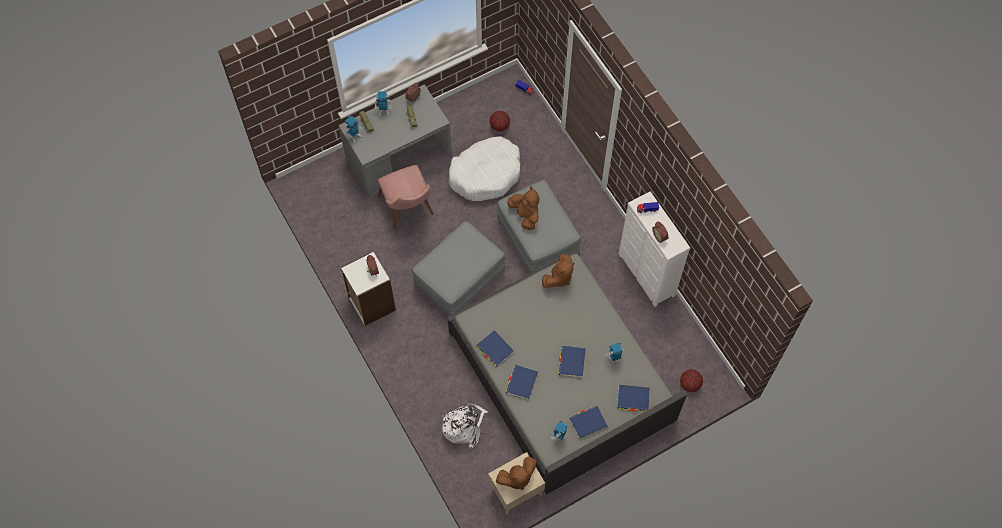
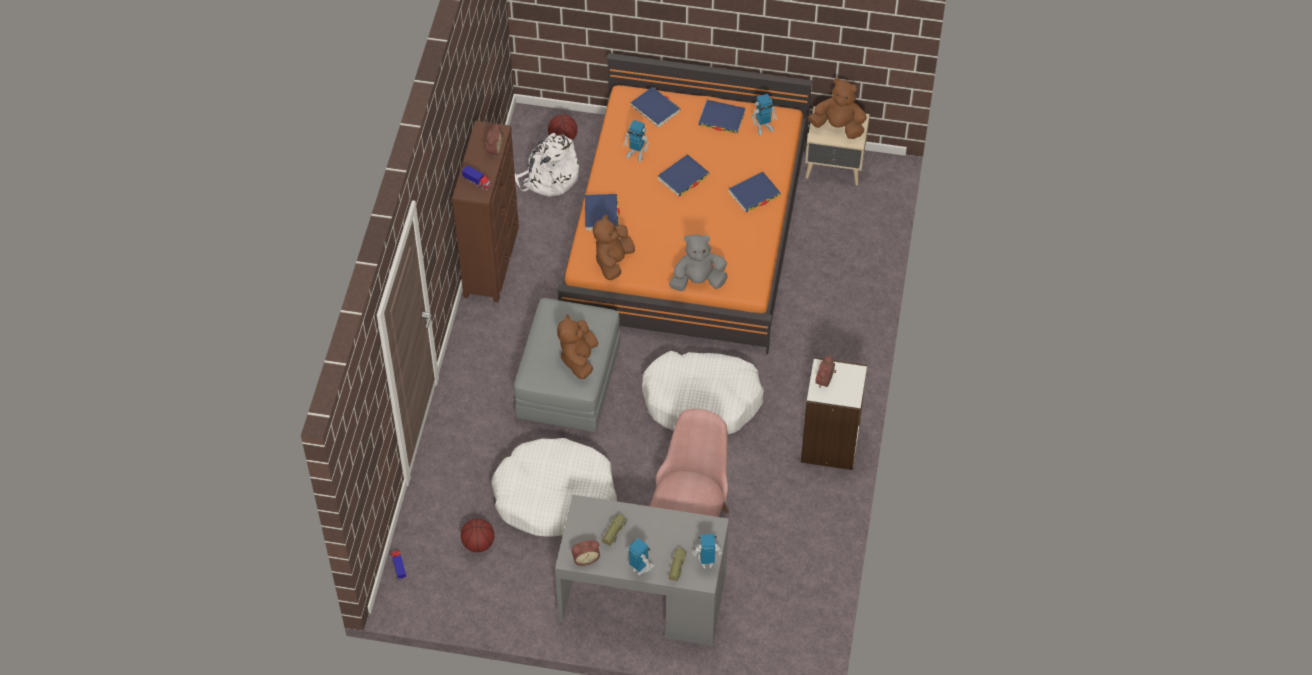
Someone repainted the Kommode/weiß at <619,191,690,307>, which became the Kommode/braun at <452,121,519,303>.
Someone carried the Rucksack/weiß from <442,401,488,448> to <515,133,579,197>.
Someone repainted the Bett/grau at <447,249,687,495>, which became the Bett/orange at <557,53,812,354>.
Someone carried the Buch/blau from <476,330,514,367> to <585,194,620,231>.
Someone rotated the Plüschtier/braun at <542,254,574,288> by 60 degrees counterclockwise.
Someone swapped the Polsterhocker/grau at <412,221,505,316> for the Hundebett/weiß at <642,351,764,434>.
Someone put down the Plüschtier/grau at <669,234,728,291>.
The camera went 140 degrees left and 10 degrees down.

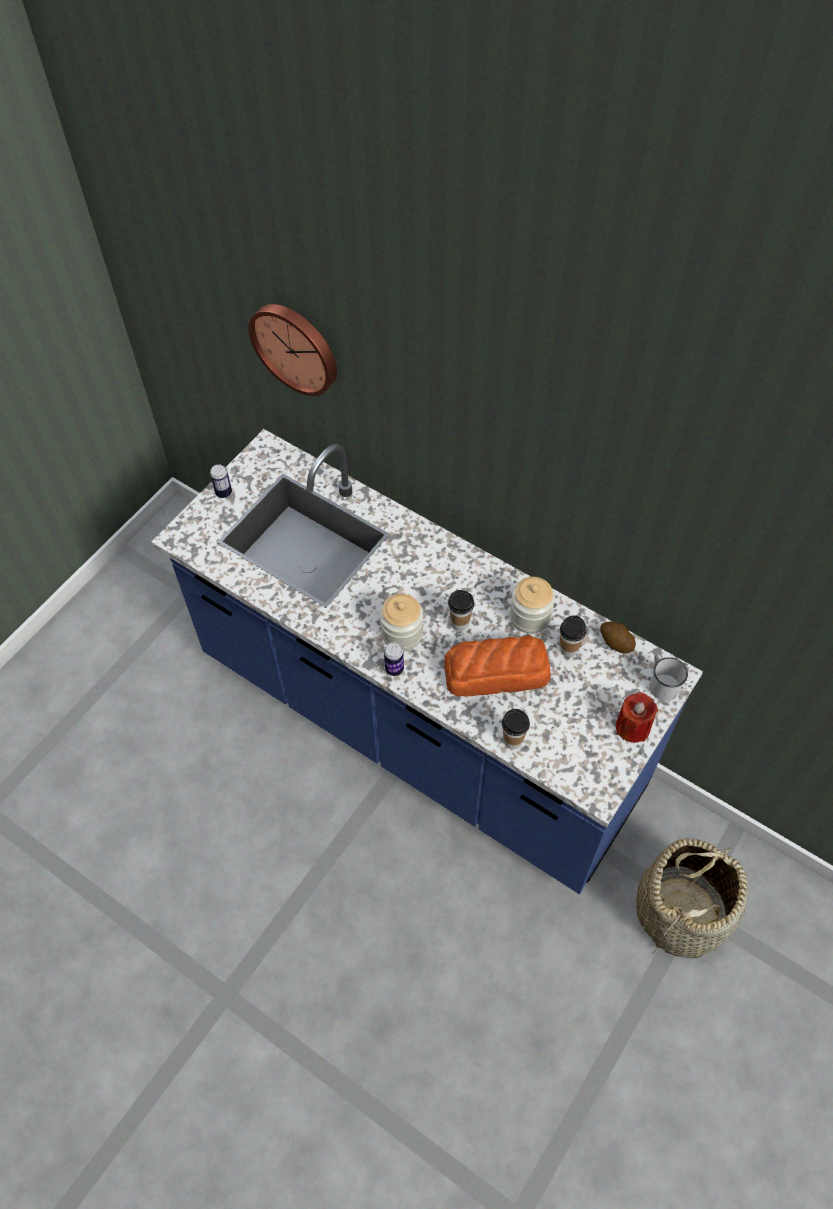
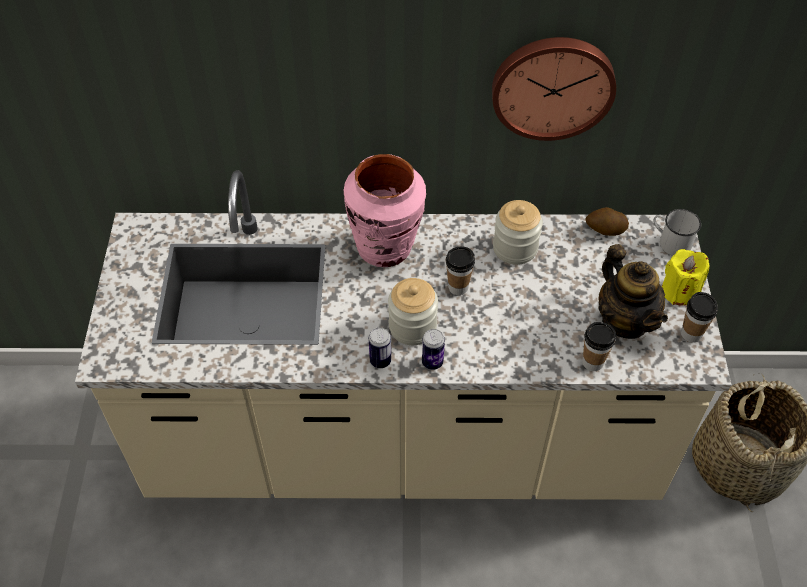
Someone repainted the Küchenzeile/blau at <152,429,703,894>, which became the Küchenzeile/beige at <75,170,732,500>.
Someone put down the Vase/rosa at <344,154,426,267>.
Someone carried the Dose from <210,464,232,498> to <369,327,391,368>.
Someone carried the Wanduhr from <248,304,337,396> to <492,37,616,141>.
Someone put down the Teekanne at <598,244,668,339>.
Someone repainted the Kerze/rot at <616,692,658,743>, which became the Kerze/gelb at <662,249,709,306>.
Someone carried the Tasse from <560,615,586,657> to <681,292,718,343>.
Someone took away the Brot at <444,635,551,696>.
The camera went 35 degrees left and 5 degrees down.

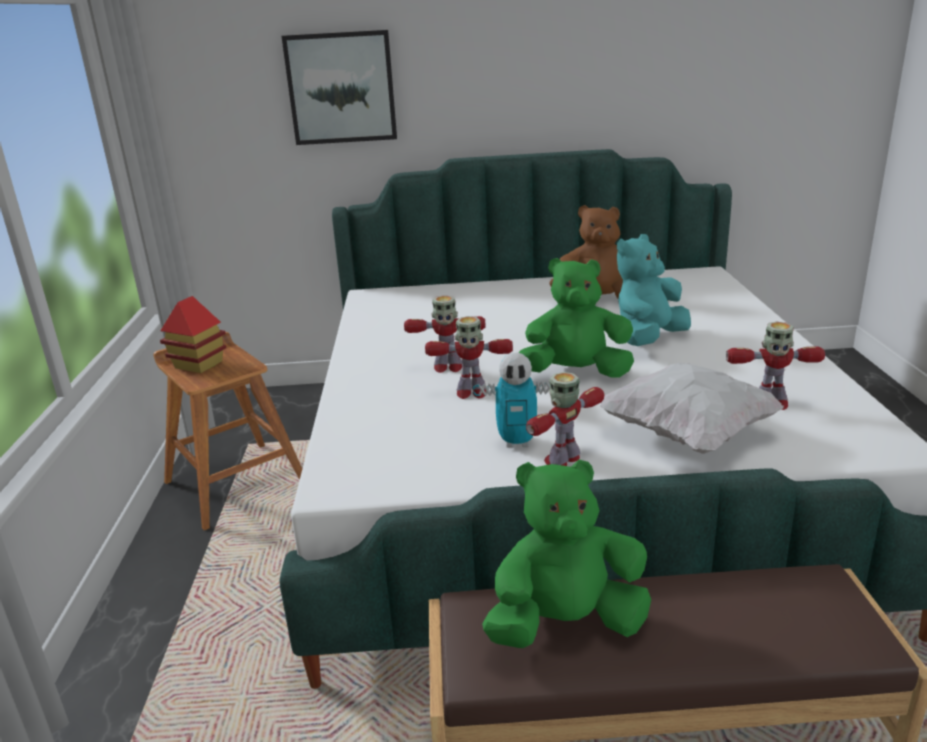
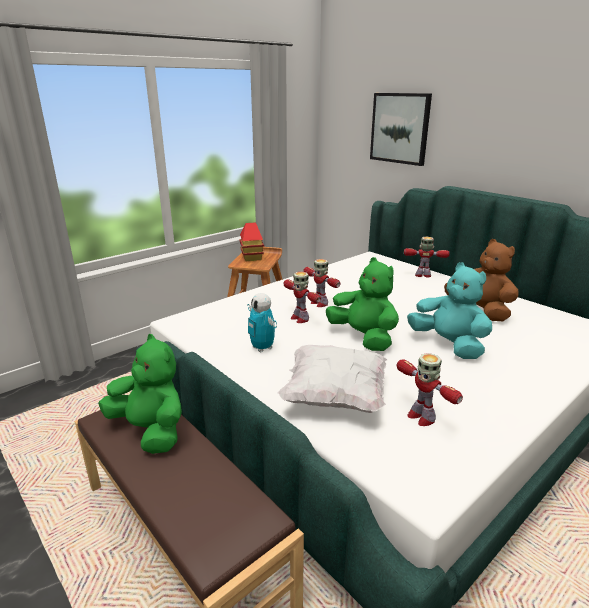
Someone carried the Spielzeugroboter from <526,372,604,466> to <404,237,450,277>.
Someone rotated the Plüschtier/türkis at <617,234,691,346> by 45 degrees clockwise.
The camera went 50 degrees right and 0 degrees up.

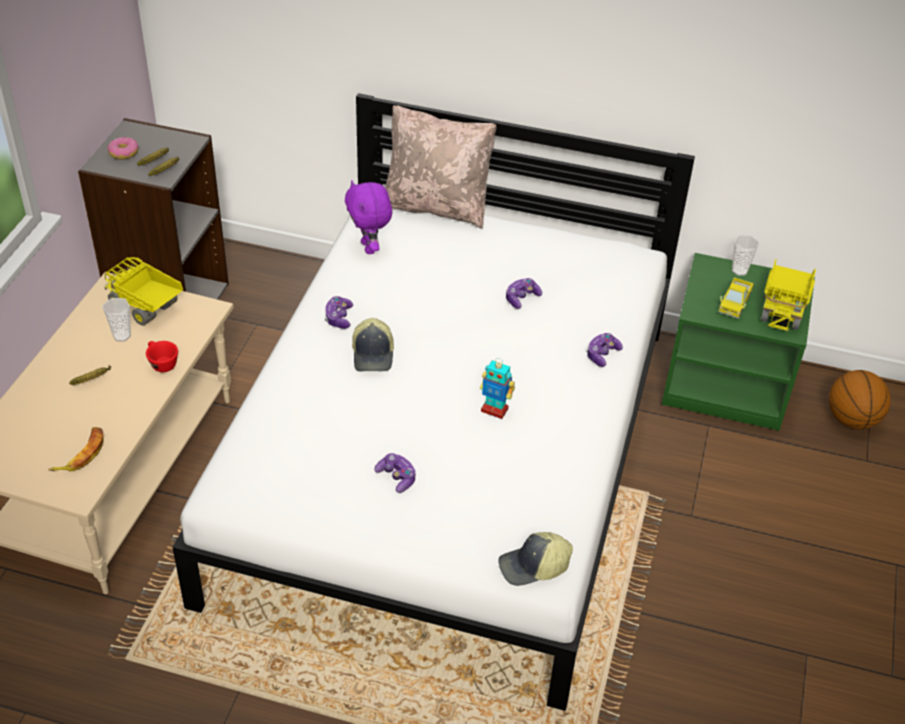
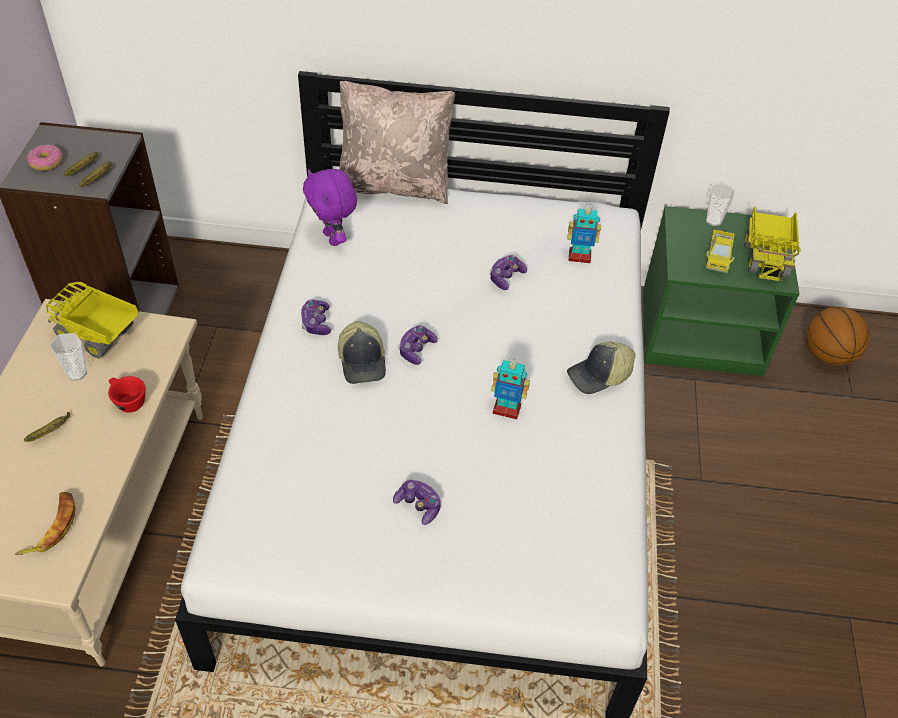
Someone carried the Gamepad from <586,333,623,367> to <398,325,438,365>.
Someone put down the Spielzeugroboter at <567,204,601,263>.
Someone carried the Kappe from <498,532,573,586> to <567,342,635,394>.
The camera went 10 degrees left and 5 degrees up.

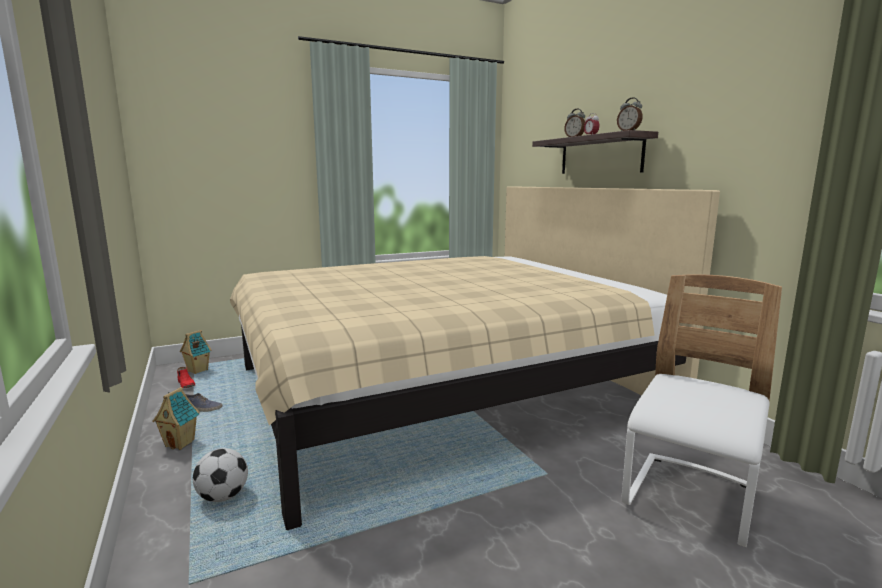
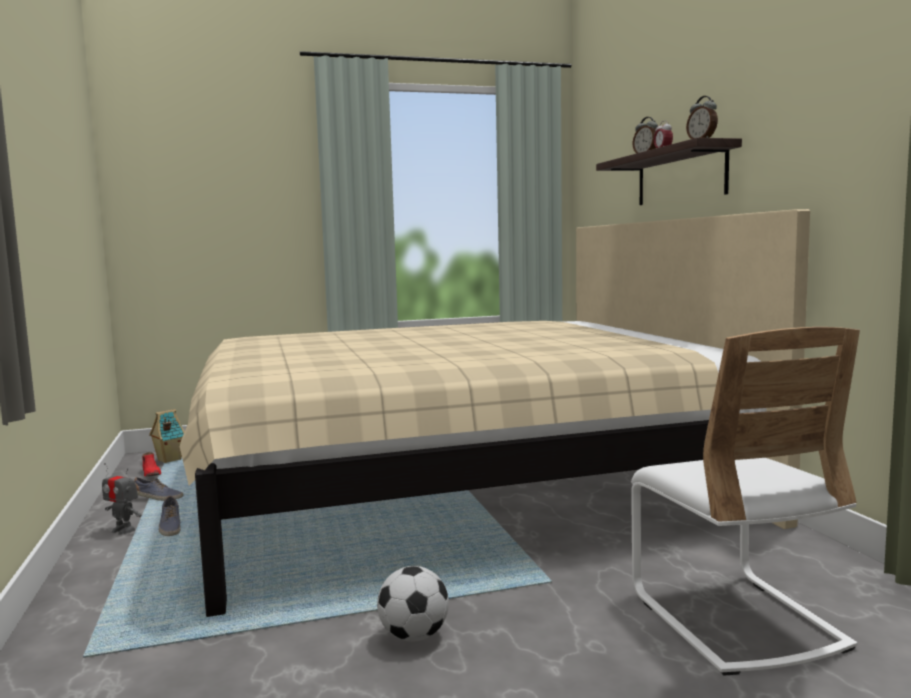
Someone swapped the Spielzeughaus at <152,387,200,450> for the Spielzeugroboter at <102,463,141,534>.
Someone put down the Schuh at <159,496,181,536>.
Someone carried the Fußball from <193,448,248,502> to <377,566,449,642>.
Someone rotated the Stuhl/weiß at <622,274,782,547> by 120 degrees clockwise.
The camera went 10 degrees right and 5 degrees down.

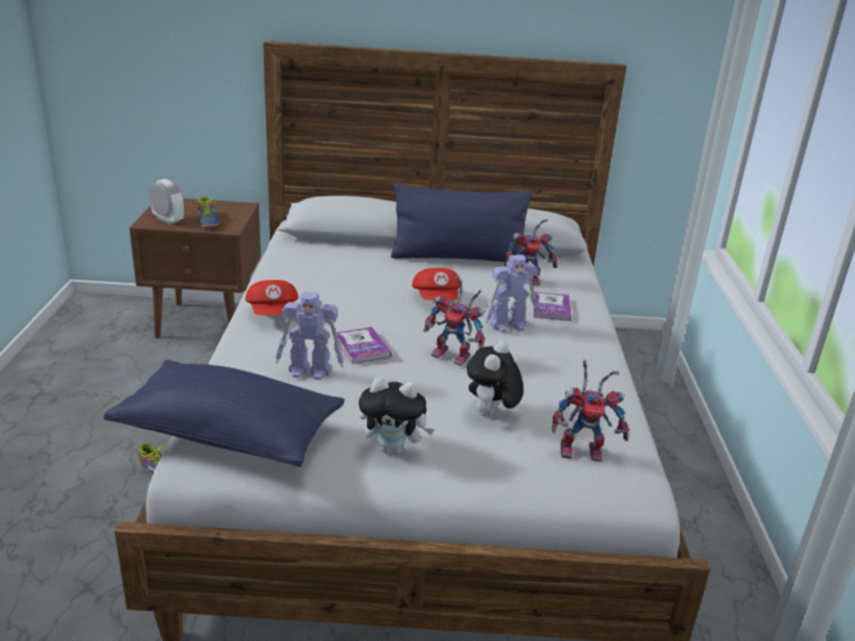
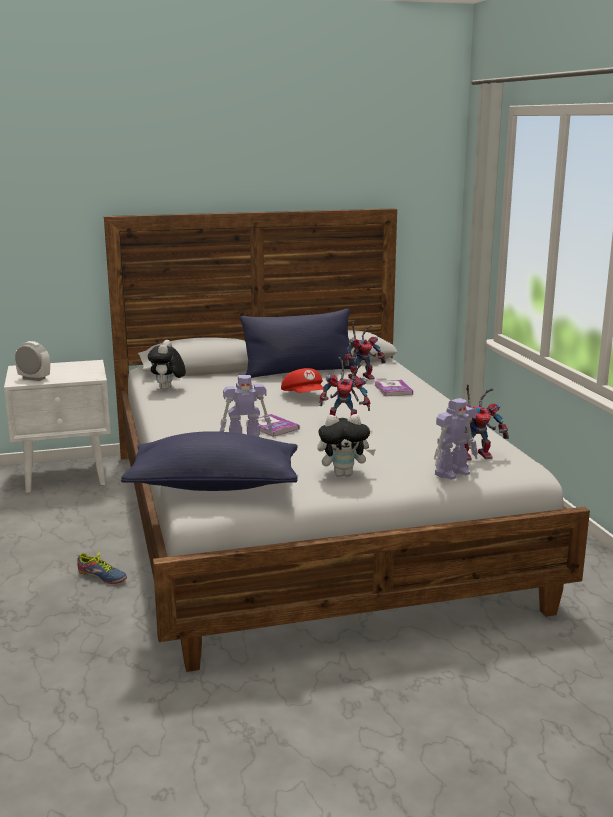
Someone repainted the Nachttisch/braun at <129,198,261,338>, which became the Nachttisch/weiß at <4,360,111,493>.
Someone carried the Plüschtier from <467,341,523,417> to <148,340,186,390>.
Someone carried the Spielzeugroboter from <485,255,539,333> to <434,398,478,480>.
Someone took away the Schuh at <190,195,220,228>.
Someone took away the Kappe/rot at <245,280,299,315>.
The camera went 15 degrees left and 10 degrees down.

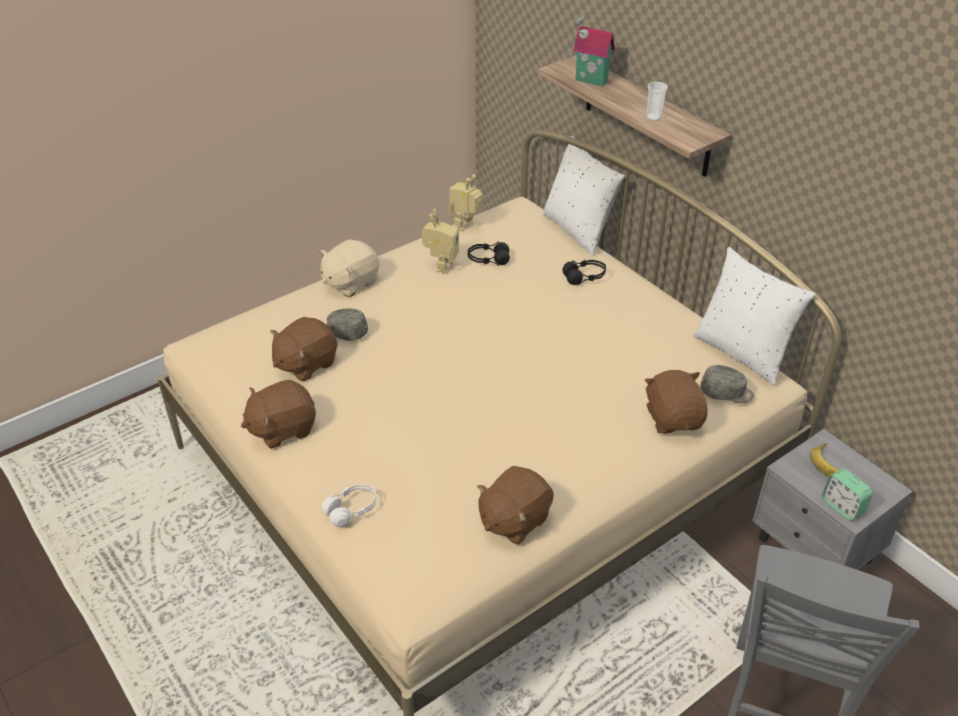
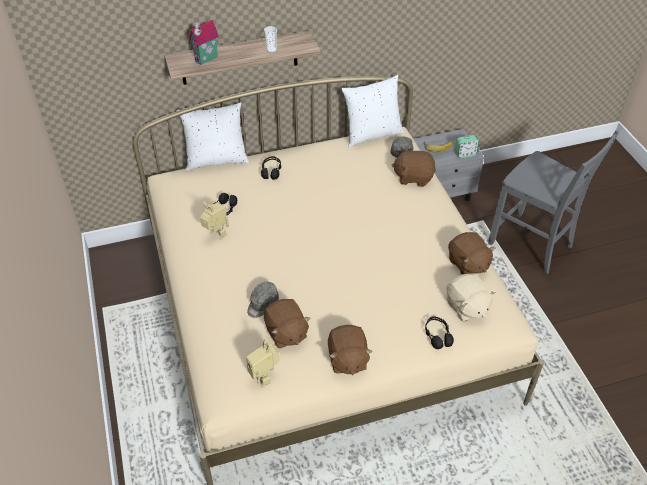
Someone carried the Spielzeugroboter from <449,174,483,231> to <246,338,280,388>.
Someone repainted the Kopfhörer/weiß at <322,484,376,527>, which became the Kopfhörer/schwarz at <425,317,454,349>.
Someone carried the Plüschtier/beige from <319,240,380,297> to <446,274,496,321>.
The camera went 70 degrees left and 5 degrees up.

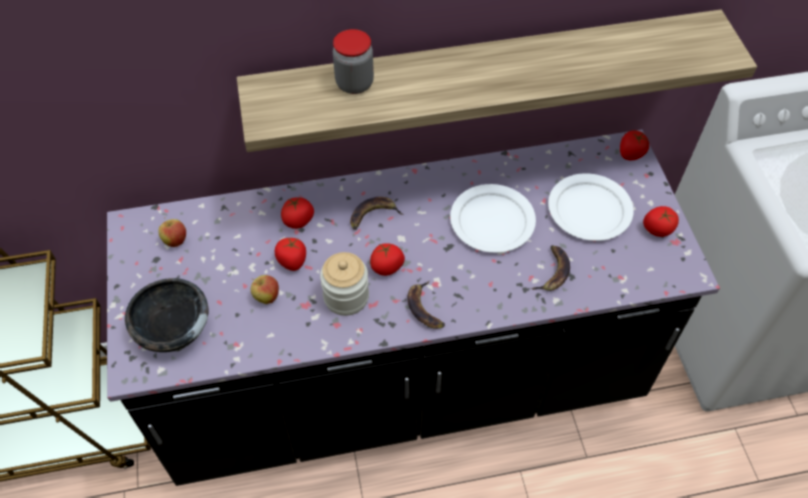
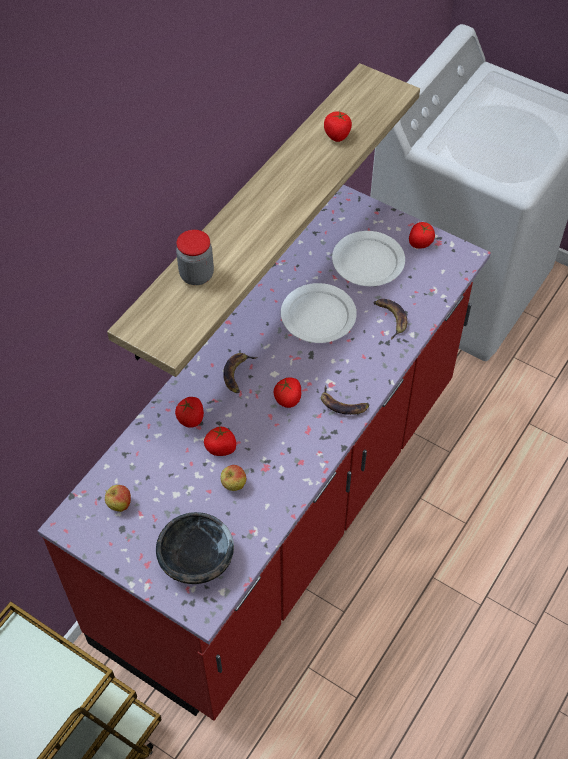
Someone repainted the Küchenzeile/schwarz at <107,130,720,486>, which became the Küchenzeile/rot at <38,185,491,721>.
Someone carried the Tomate from <620,130,649,160> to <324,112,352,142>.
Someone took away the Vorratsglas at <320,252,369,316>.
The camera went 45 degrees left and 0 degrees up.

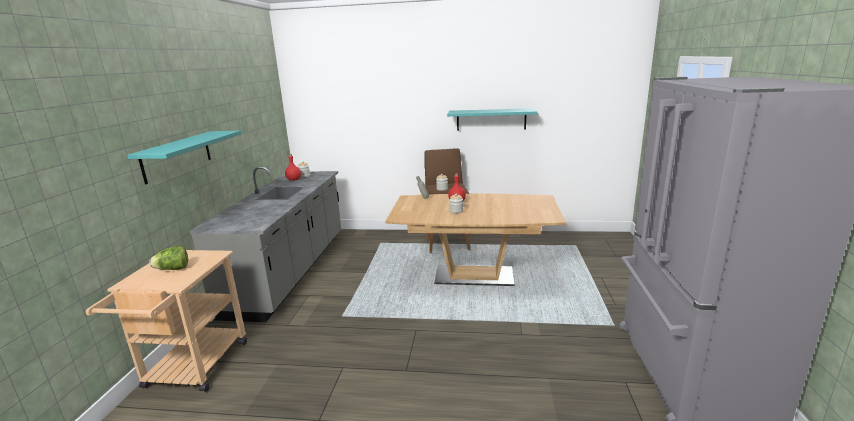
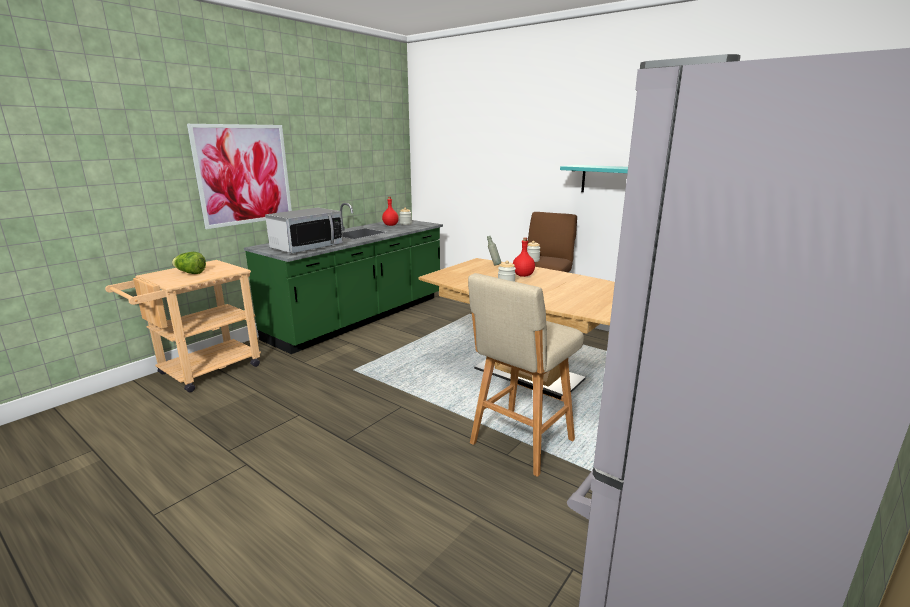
Someone swapped the Wandregal/türkis at <127,131,241,184> for the Bild at <187,124,292,229>.
Someone repainted the Küchenzeile/grau at <190,167,341,322>, which became the Küchenzeile/grün at <244,203,443,354>.
Someone put down the Mikrowelle at <265,208,343,253>.
Someone put down the Hocker/beige at <468,273,584,477>.
The camera went 30 degrees right and 0 degrees up.

